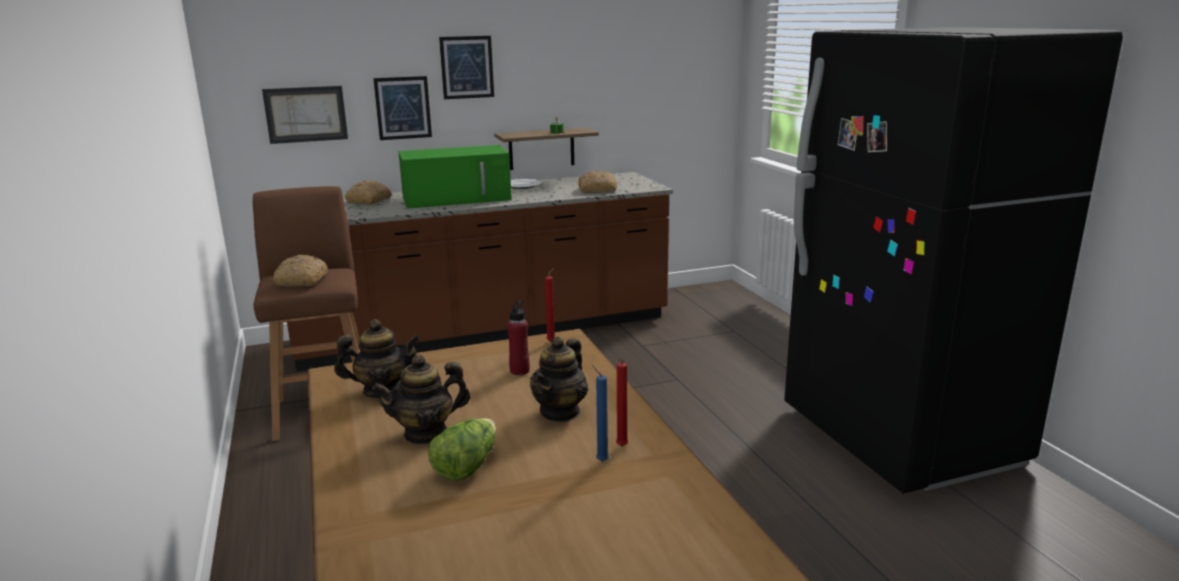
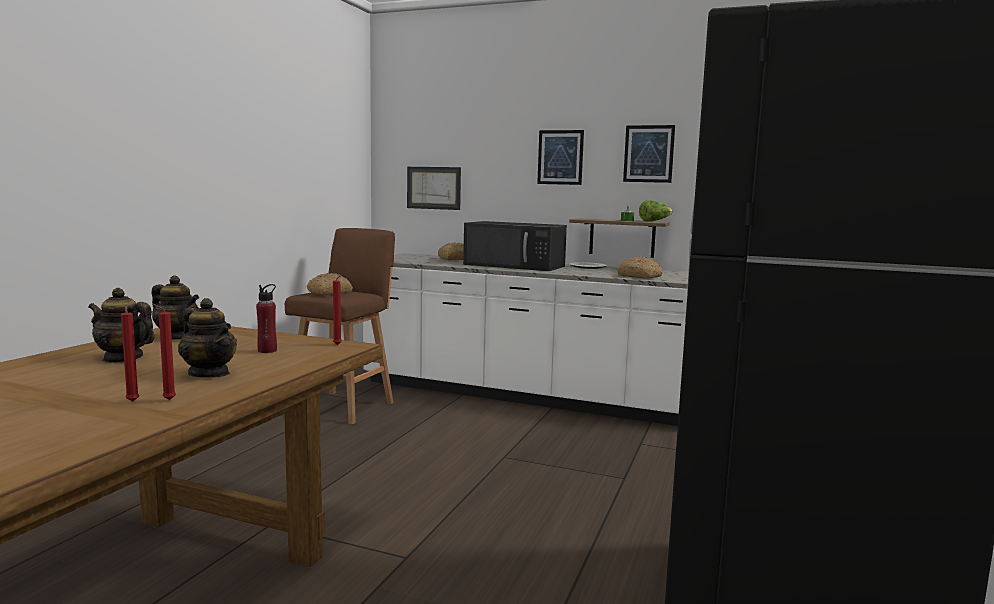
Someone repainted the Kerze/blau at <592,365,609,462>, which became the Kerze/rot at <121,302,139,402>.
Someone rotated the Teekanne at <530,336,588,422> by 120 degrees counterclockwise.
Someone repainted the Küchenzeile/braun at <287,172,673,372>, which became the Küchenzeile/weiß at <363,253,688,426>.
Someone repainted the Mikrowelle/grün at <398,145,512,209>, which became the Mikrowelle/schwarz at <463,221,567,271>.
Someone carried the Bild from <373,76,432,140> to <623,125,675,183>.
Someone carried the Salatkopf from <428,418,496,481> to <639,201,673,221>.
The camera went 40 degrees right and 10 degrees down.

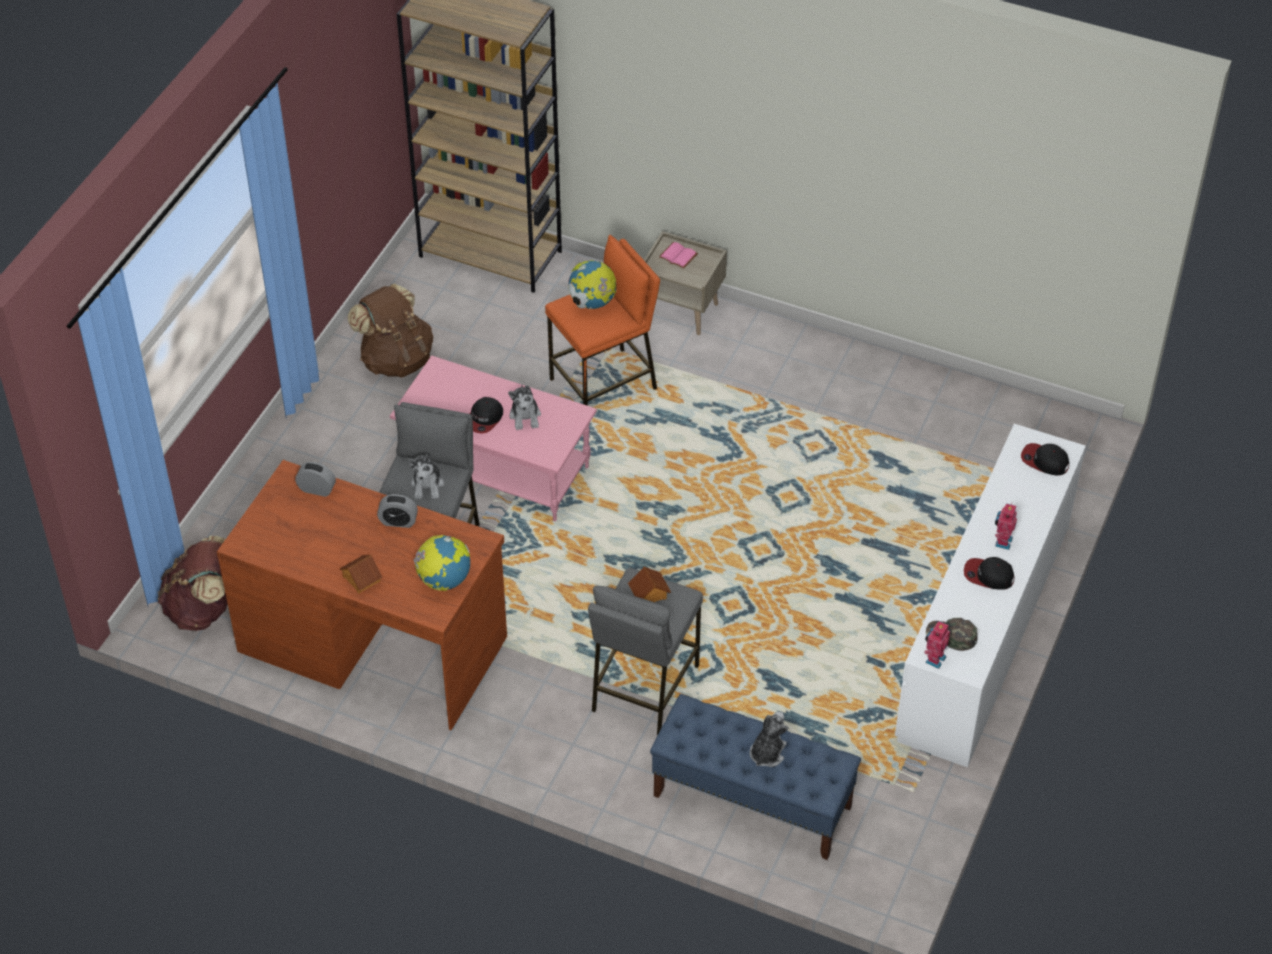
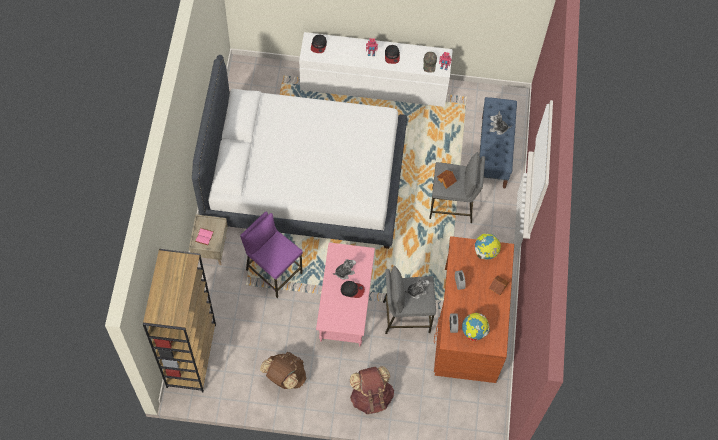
Someone put down the Bett/weiß at <192,55,407,249>.
Someone repainted the Hocker/orange at <545,235,660,406>, which became the Hocker/lila at <240,211,303,298>.
Someone carried the Rucksack/braun from <158,535,228,631> to <350,366,394,414>.
Someone carried the Globus from <568,260,617,309> to <462,313,490,342>.
The camera went 110 degrees left and 15 degrees up.

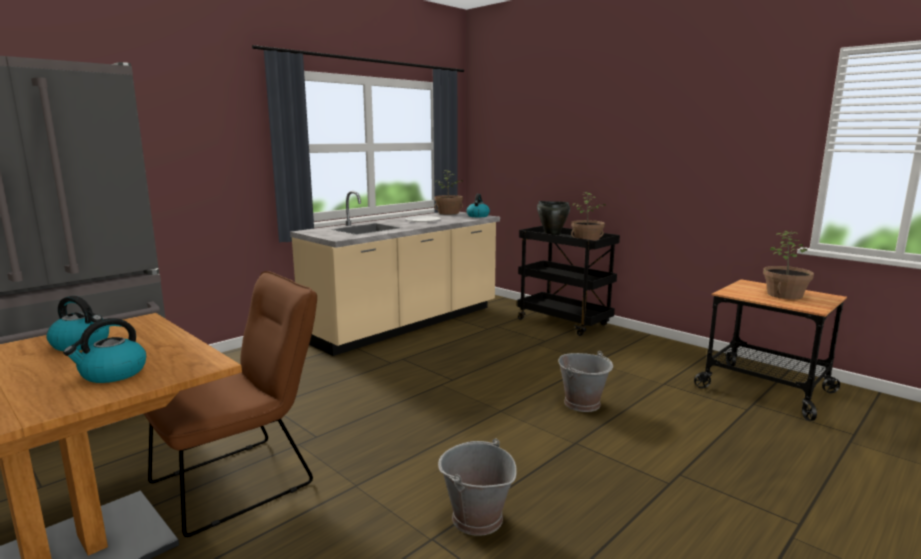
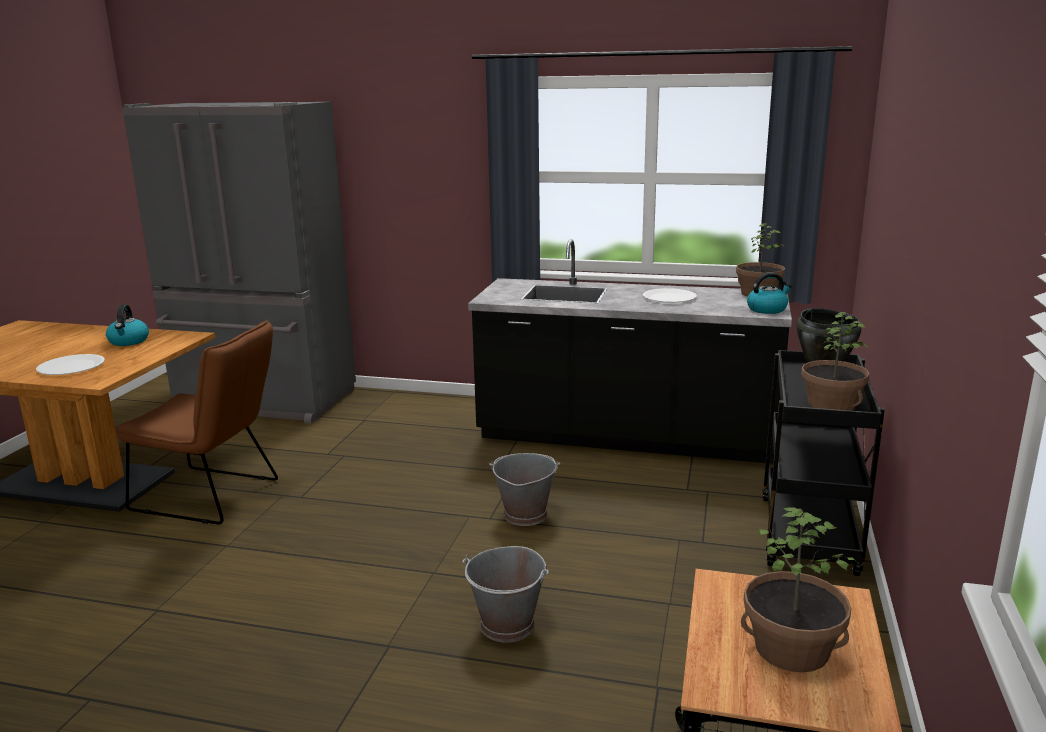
Someone swapped the Wasserkessel at <63,318,146,383> for the Teller/weiß at <36,354,105,375>.
Someone repainted the Küchenzeile/beige at <290,191,500,356>, which became the Küchenzeile/schwarz at <468,239,792,464>.
Someone carried the Eimer/grau from <438,438,517,536> to <489,453,560,526>.
The camera went 60 degrees right and 5 degrees up.

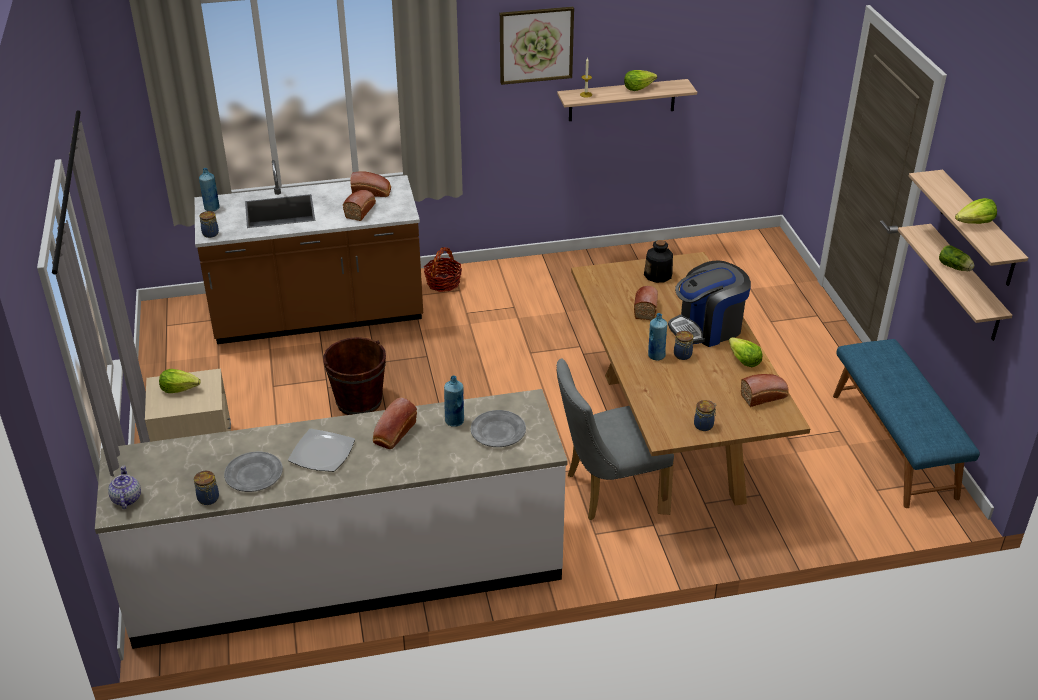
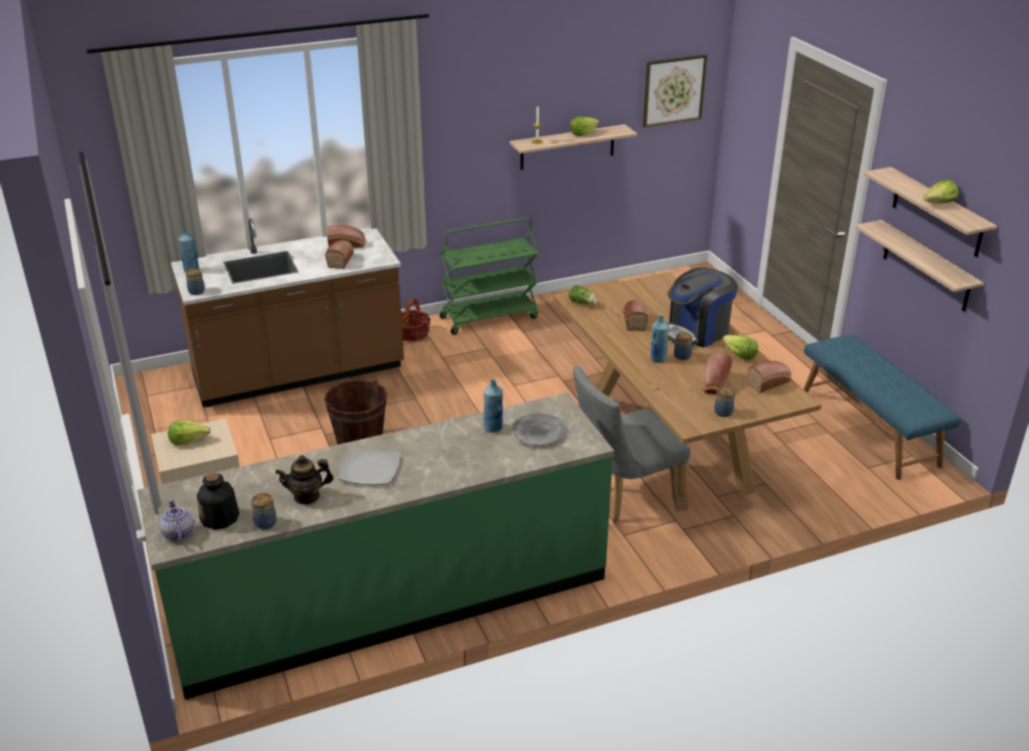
Someone repainted the Küchenzeile/weiß at <95,389,568,649>, which became the Küchenzeile/grün at <137,393,614,700>.
Someone carried the Flasche from <644,240,673,283> to <197,473,239,530>.
Someone swapped the Teller/grau at <224,452,283,492> for the Teekanne at <275,455,334,505>.
Someone put down the Rollwagen/grün at <440,217,539,335>.
Someone carried the Salatkopf from <939,245,975,271> to <568,285,597,305>.
Someone carried the Bild from <500,7,574,85> to <643,55,707,128>.
Someone carried the Brot from <373,398,417,449> to <703,352,733,395>.
The camera went 10 degrees left and 5 degrees down.

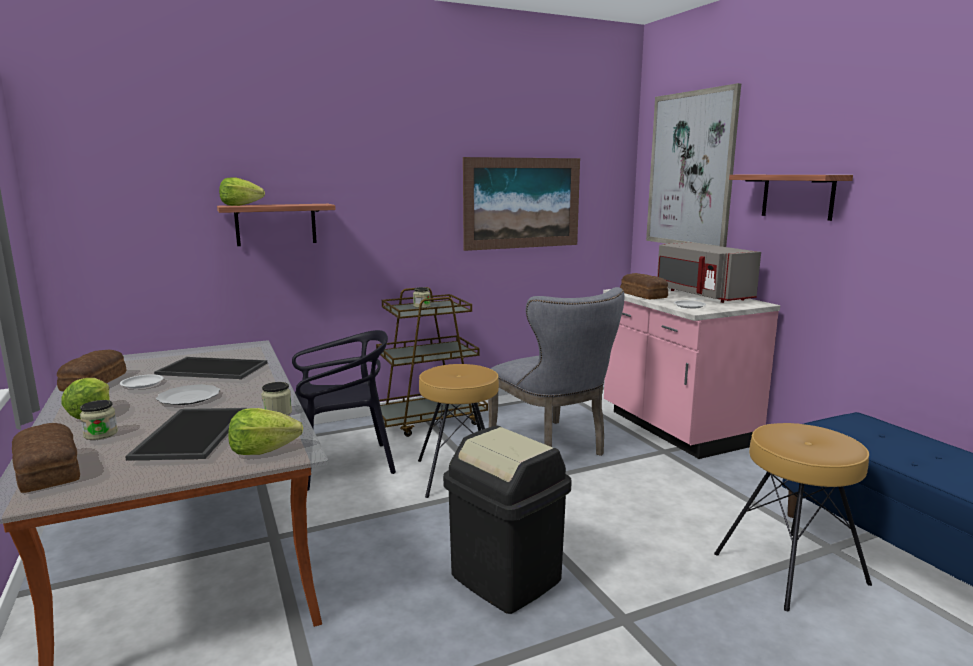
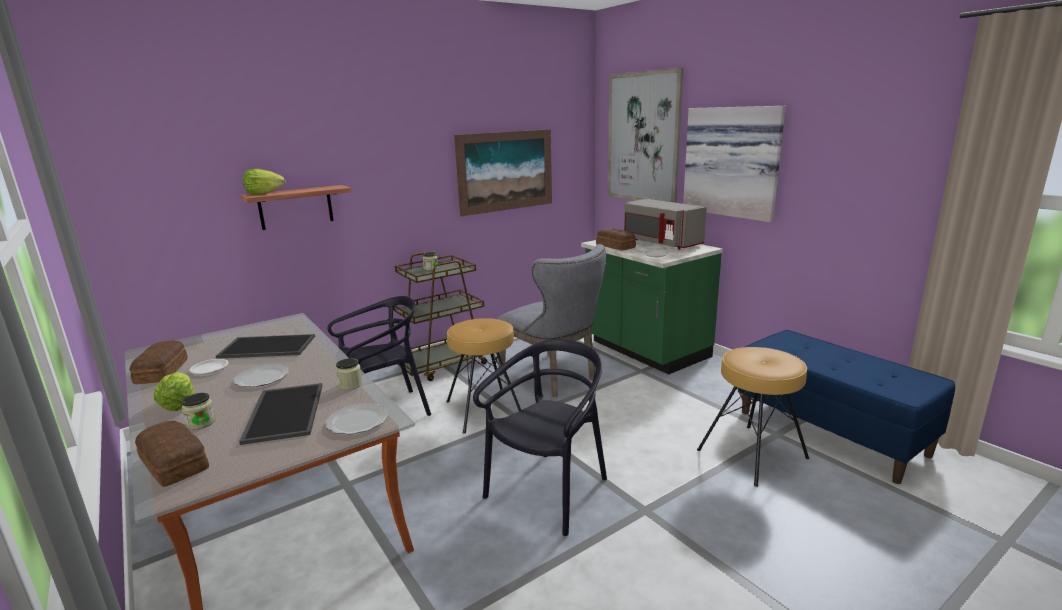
Someone swapped the Salatkopf at <228,408,303,455> for the Teller at <325,403,388,435>.
Someone swapped the Mülleimer/schwarz at <443,426,572,614> for the Stuhl/schwarz at <473,339,607,536>.
Someone repainted the Küchenzeile/rosa at <603,288,780,459>, which became the Küchenzeile/grün at <581,240,723,374>.
Someone swapped the Wandregal at <729,175,853,221> for the Bild at <683,106,786,222>.
The camera went 10 degrees left and 5 degrees up.

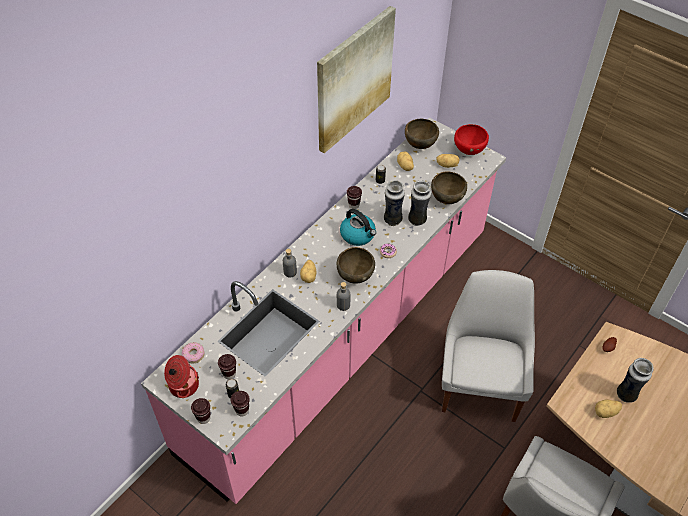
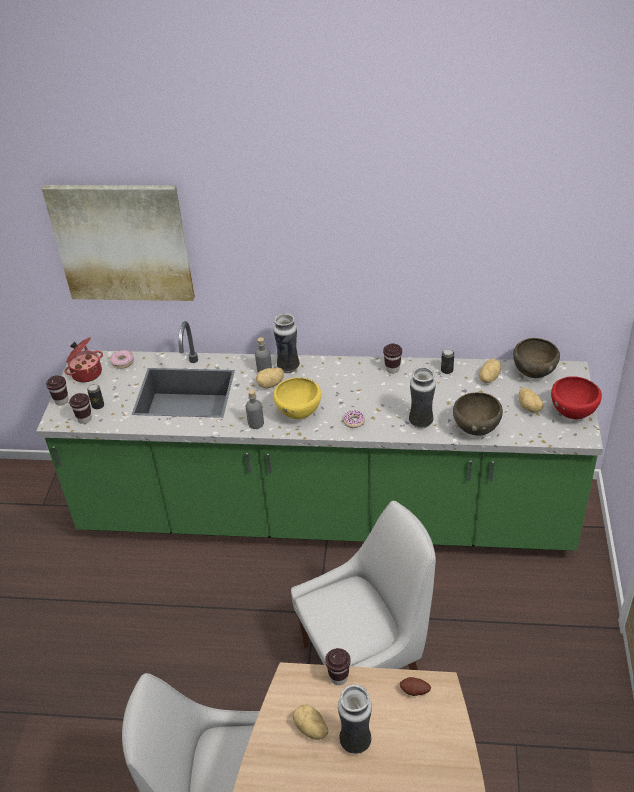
Someone repainted the Küchenzeile/rosa at <141,117,506,504>, which became the Küchenzeile/grün at <36,321,603,551>.
Someone carried the Bild from <317,6,396,153> to <42,185,195,301>.
Someone carried the Vase from <384,180,405,226> to <273,313,300,373>.
Someone repainted the Schüssel/braun at <337,247,375,284>, which became the Schüssel/gelb at <273,378,321,419>.
Someone carried the Tasse/braun from <218,354,236,379> to <325,648,351,685>.
Someone took away the Wasserkessel at <340,209,376,246>.
The camera went 60 degrees right and 10 degrees down.

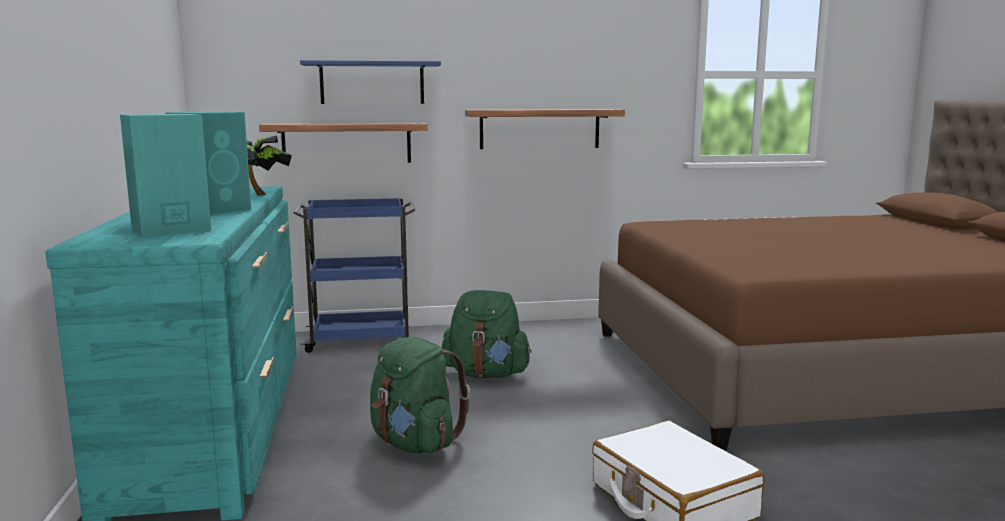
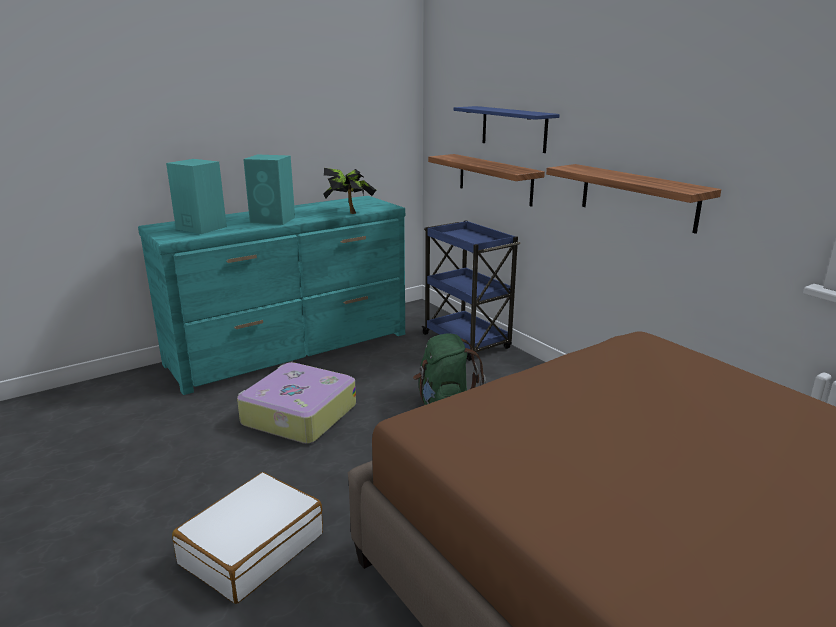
Someone swapped the Rucksack/grün at <370,337,470,453> for the Koffer at <237,362,356,444>.
The camera went 65 degrees right and 10 degrees up.

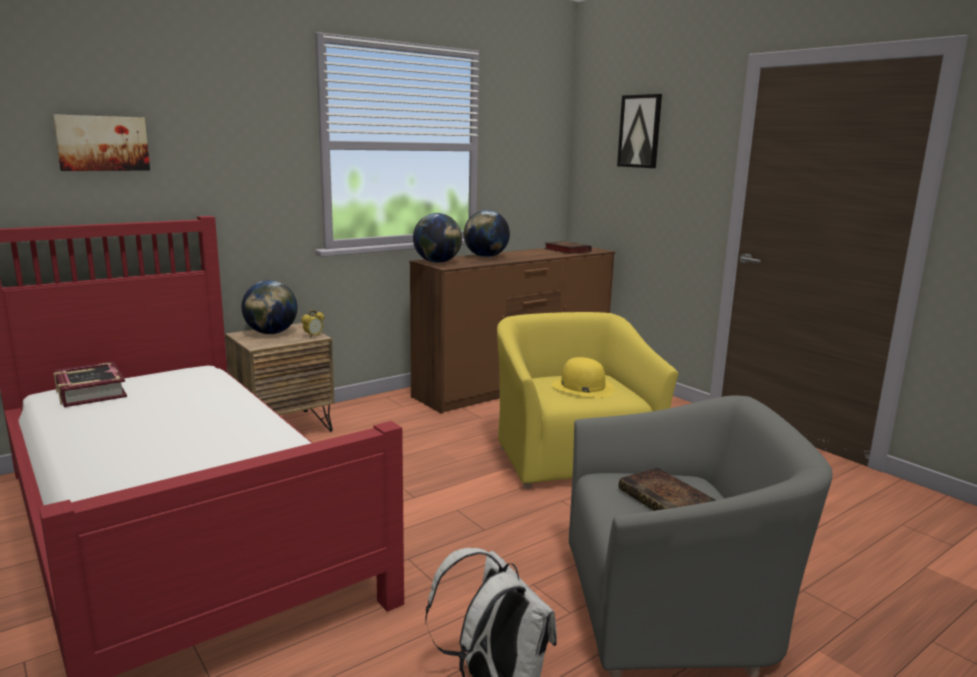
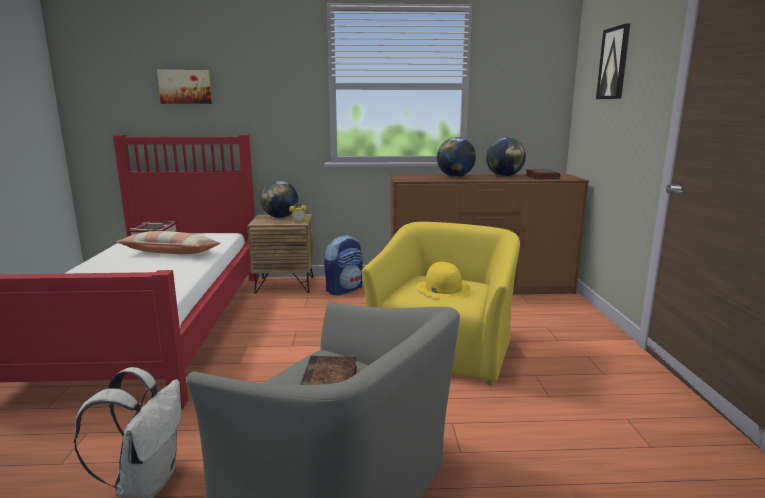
Someone put down the Kissen at <116,231,221,254>.
Someone put down the Rucksack at <324,235,363,295>.
Someone carried the Globus from <413,213,462,263> to <486,137,526,177>.
The camera went 35 degrees right and 0 degrees up.

